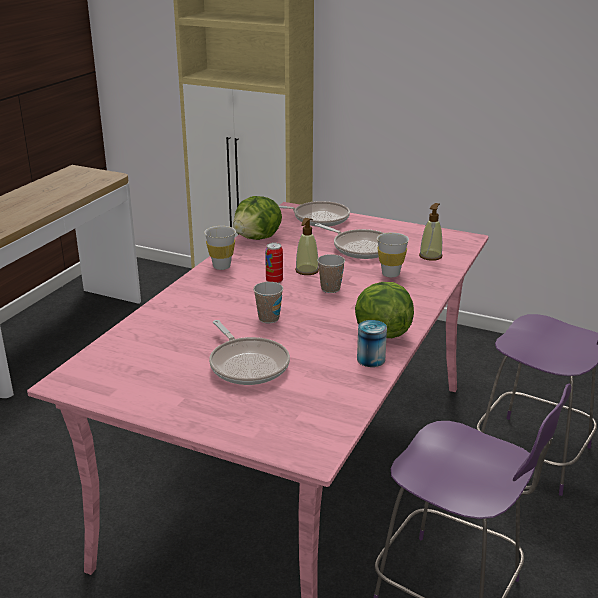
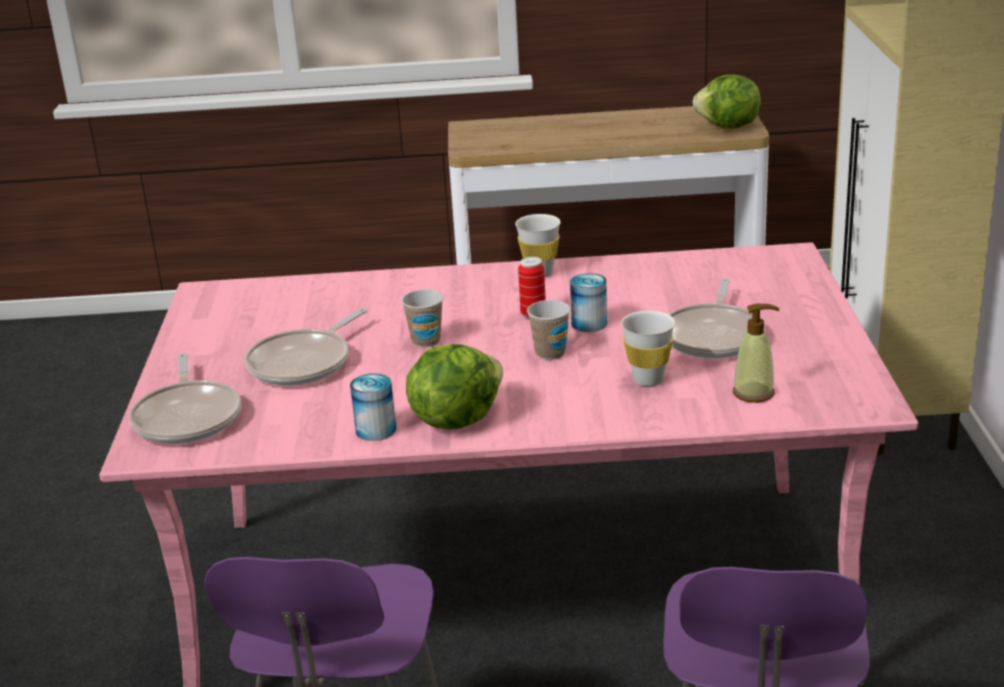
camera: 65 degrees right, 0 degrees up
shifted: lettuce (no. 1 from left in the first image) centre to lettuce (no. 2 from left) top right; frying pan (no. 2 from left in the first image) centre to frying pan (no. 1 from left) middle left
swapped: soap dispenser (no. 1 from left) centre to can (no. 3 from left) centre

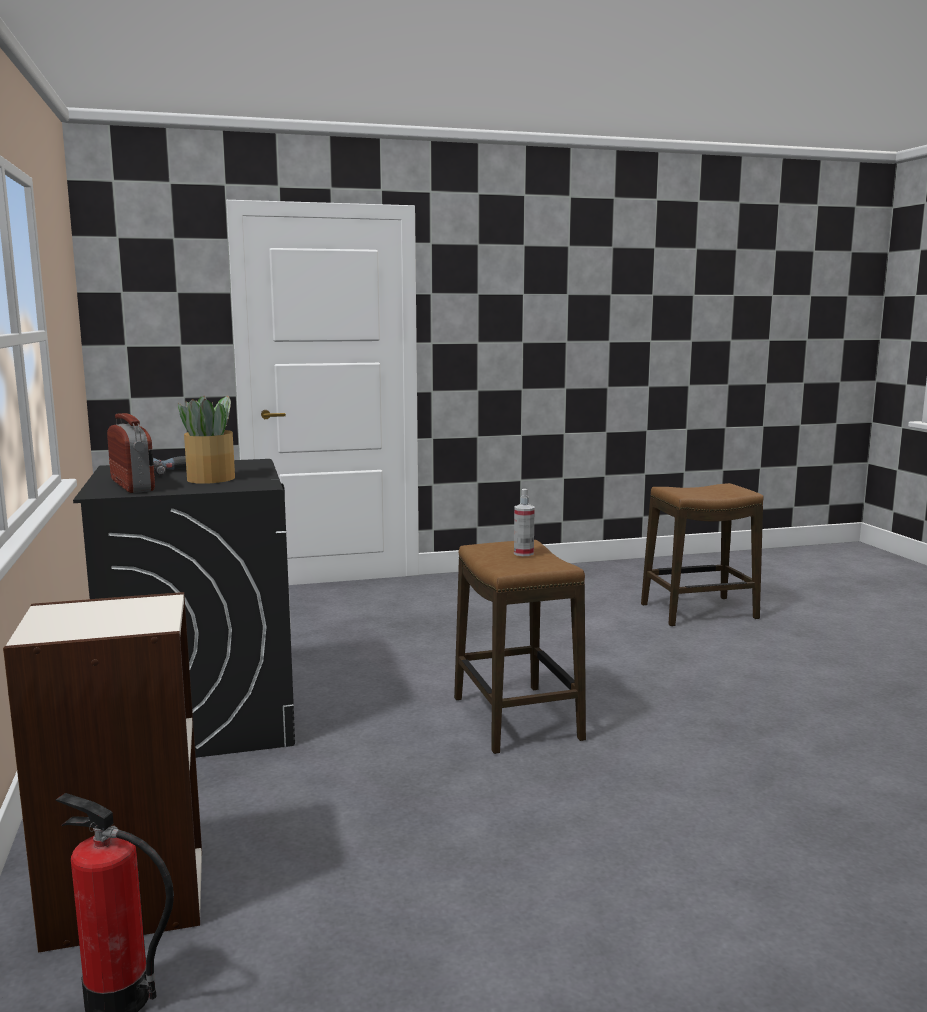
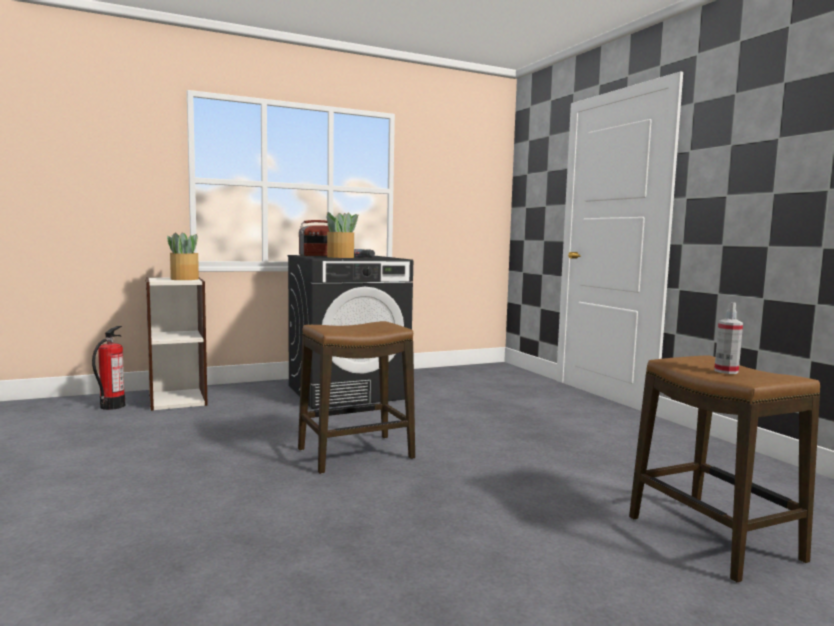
camera: 80 degrees right, 5 degrees down
new: potted plant (no. 1 from left) middle left
shifted: spray bottle centre to middle right

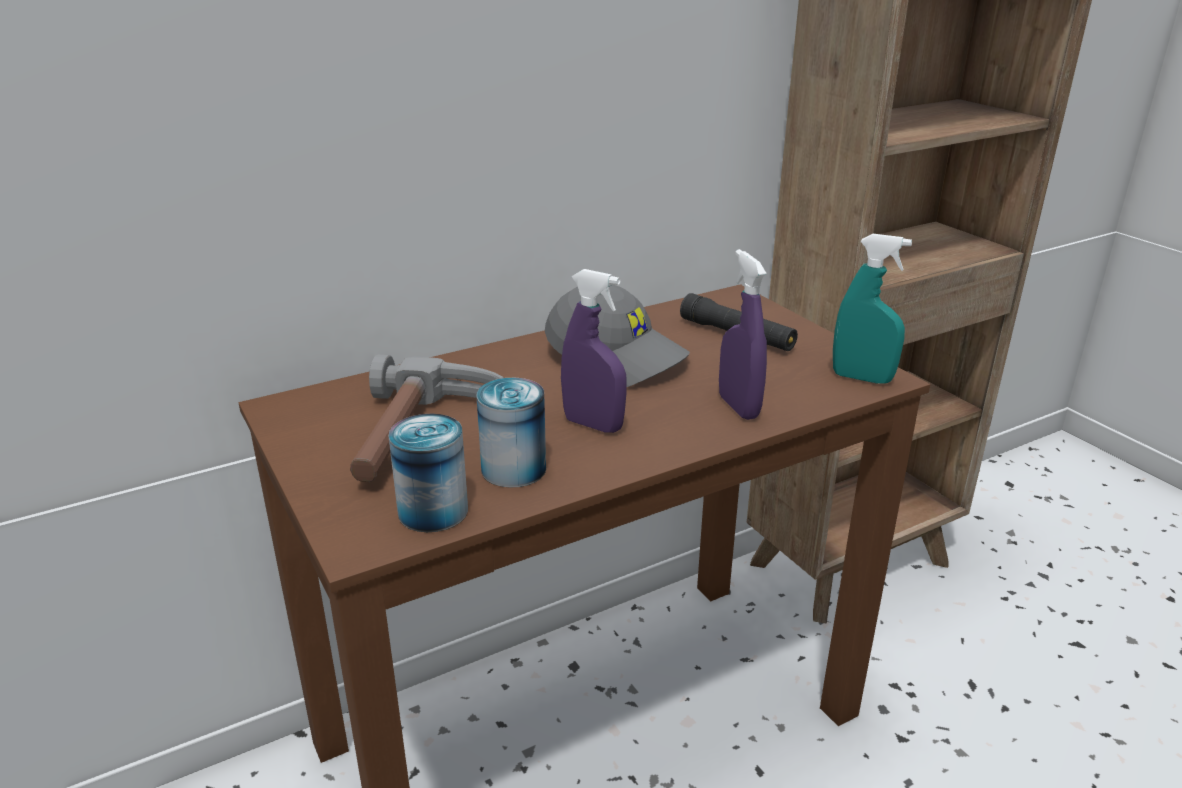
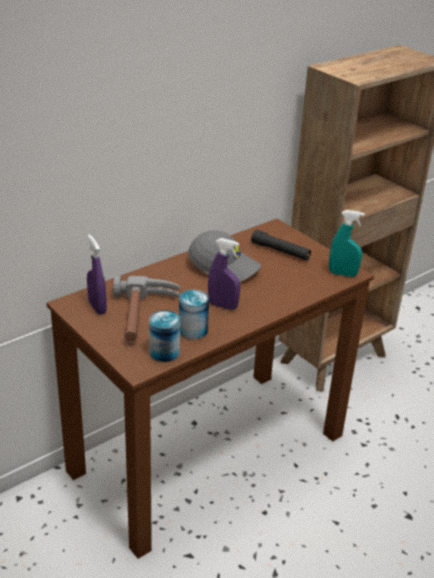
camera: 10 degrees left, 5 degrees up
shifted: purple spray bottle (no. 2 from left in the first image) centre to purple spray bottle (no. 1 from left) middle left

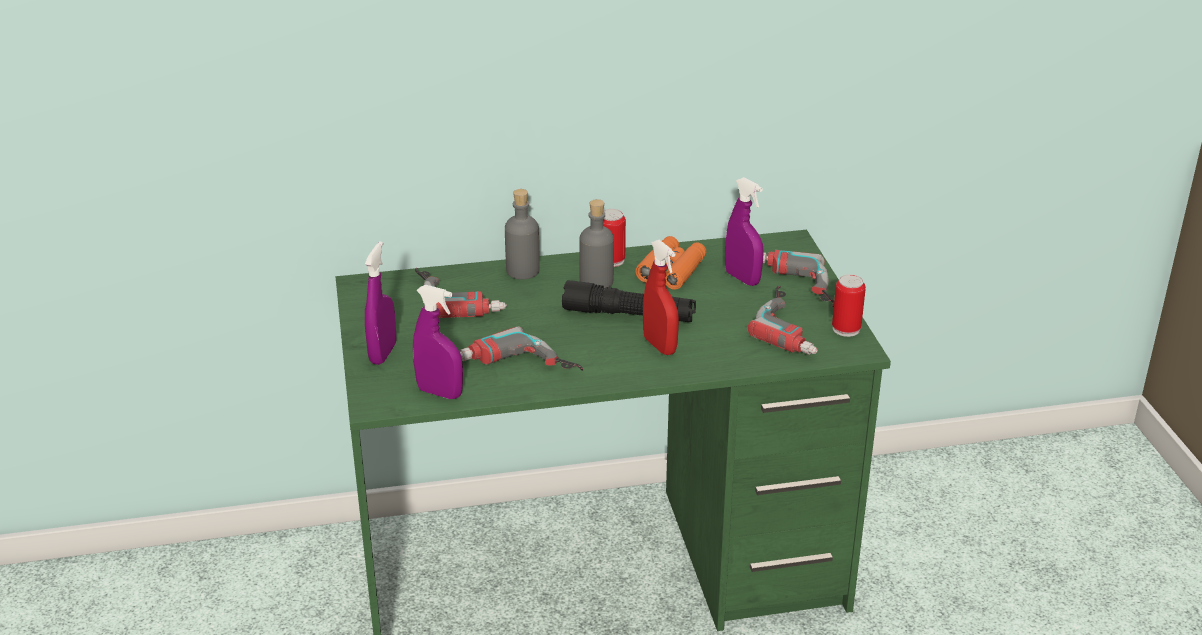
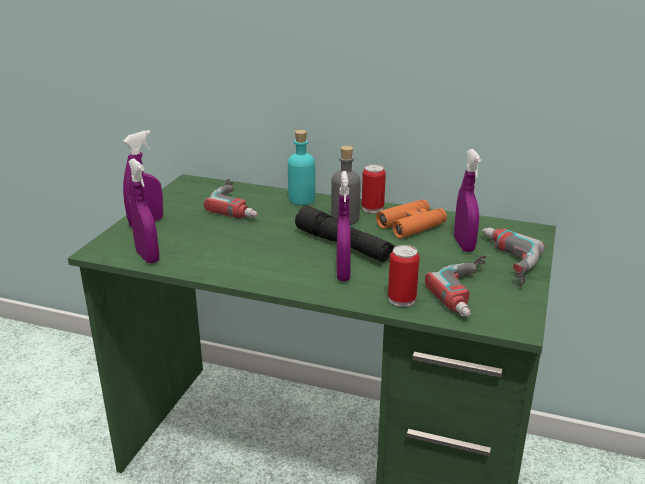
camera: 30 degrees right, 5 degrees down
gone: power drill (no. 2 from left) centre
shifted: can (no. 2 from left) middle right to centre
repainted: grey bottle (no. 1 from left) centre to turquoise bottle centre; red spray bottle centre to purple spray bottle (no. 3 from left) centre

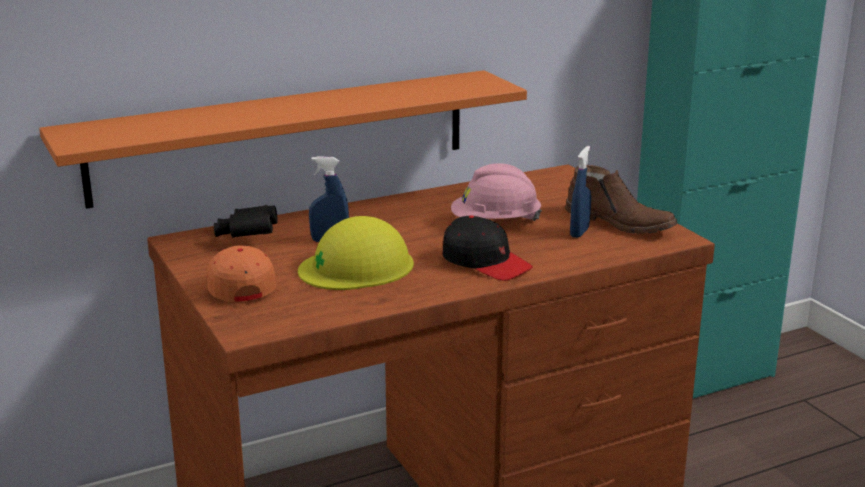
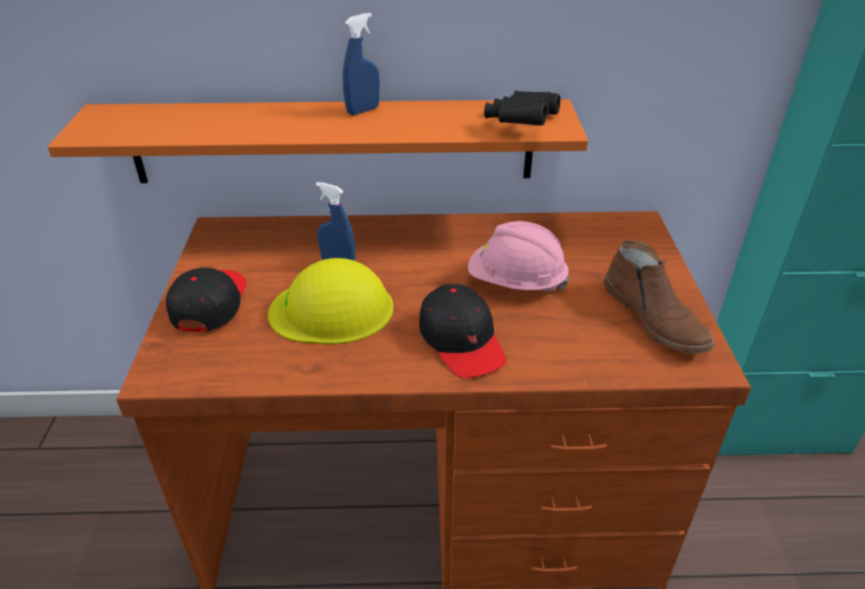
camera: 25 degrees right, 15 degrees up
shifted: black binoculars middle left to top centre; blue spray bottle (no. 2 from left) middle right to top centre
repainted: orange cap middle left to black cap (no. 1 from left) middle left

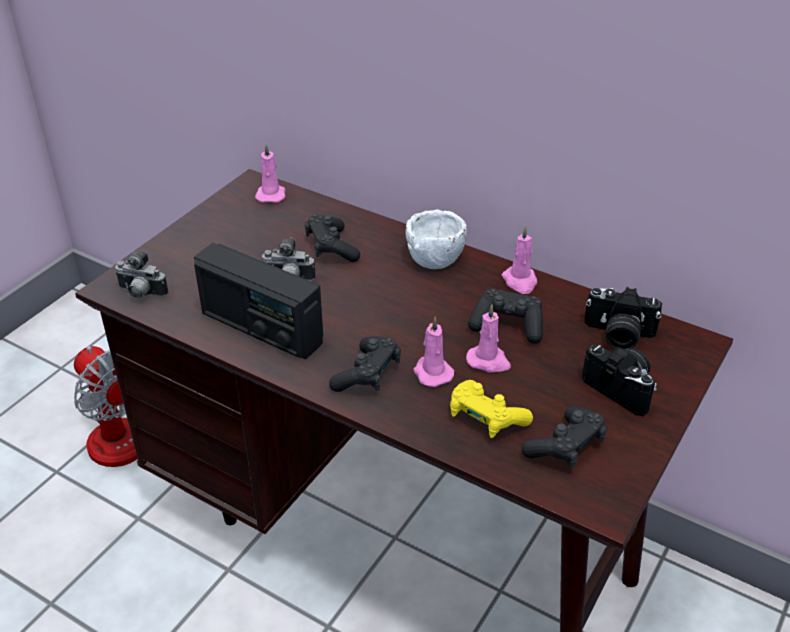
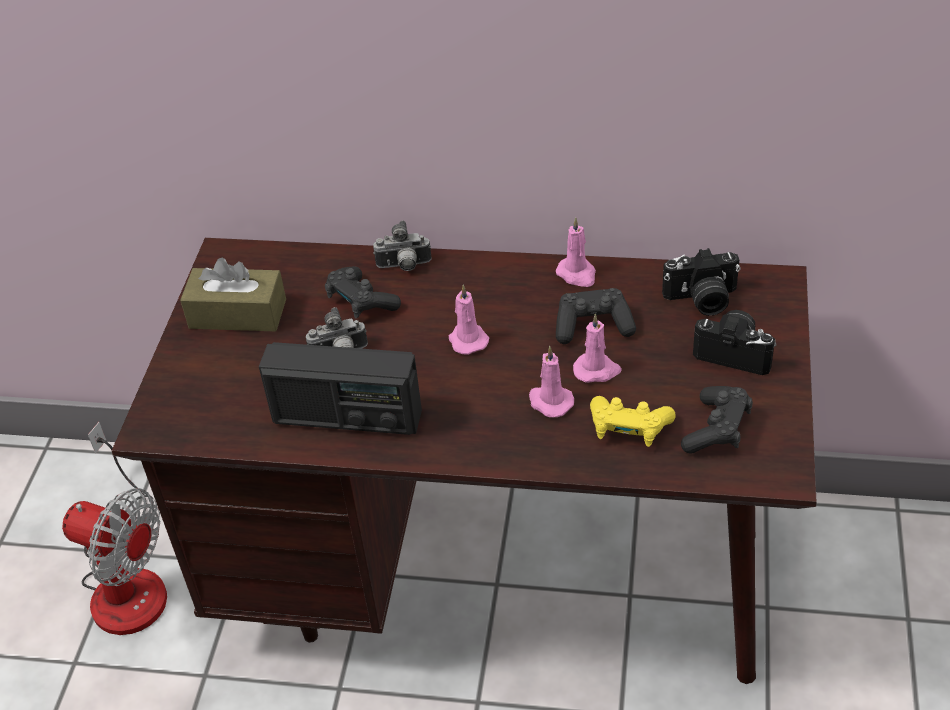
camera: 20 degrees left, 5 degrees up
gone: black game controller (no. 2 from left) centre; white bowl centre
new: brown tissue box middle left
shifted: photo camera (no. 1 from left in the first image) middle left to photo camera (no. 2 from left) centre; pink candle (no. 1 from left) top centre to centre

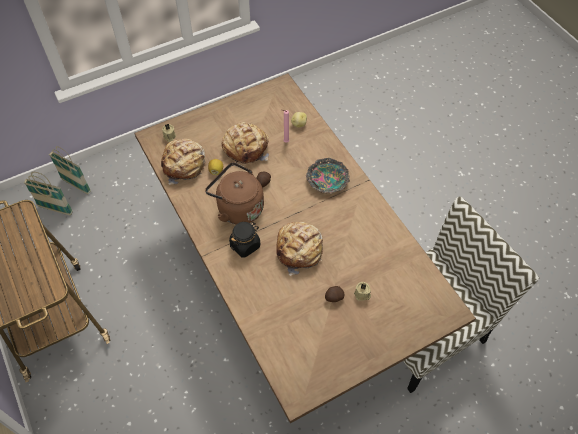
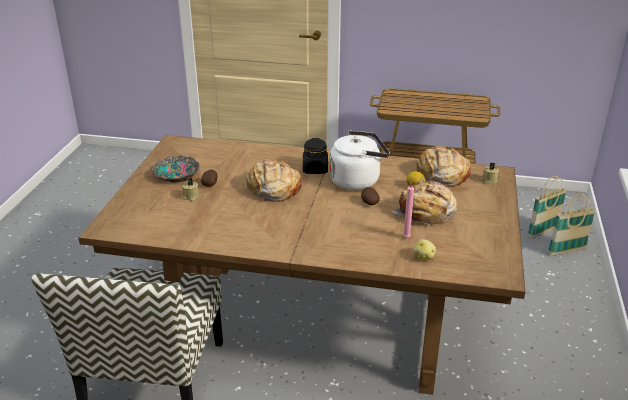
camera: 130 degrees right, 25 degrees down
shifted: bowl centre to middle left
repainted: brown kettle centre to white kettle centre

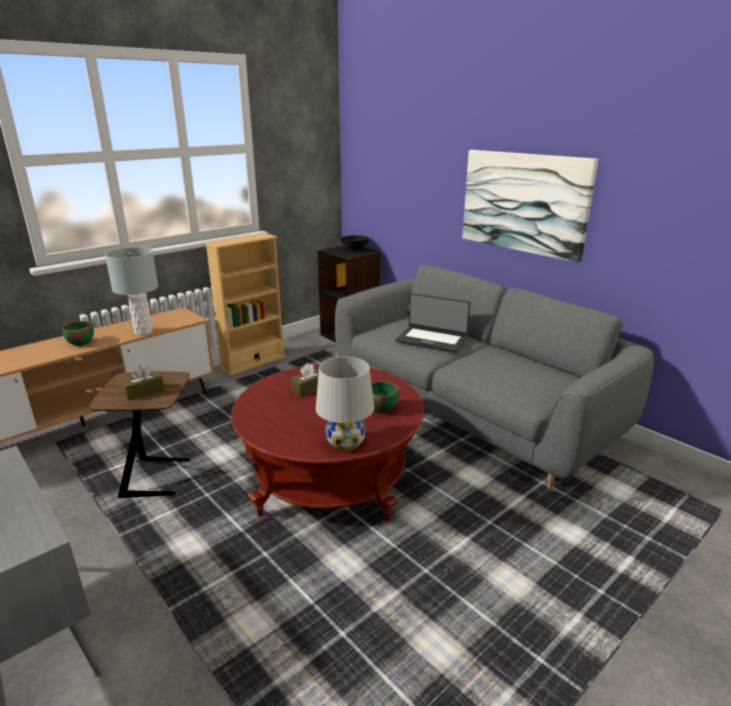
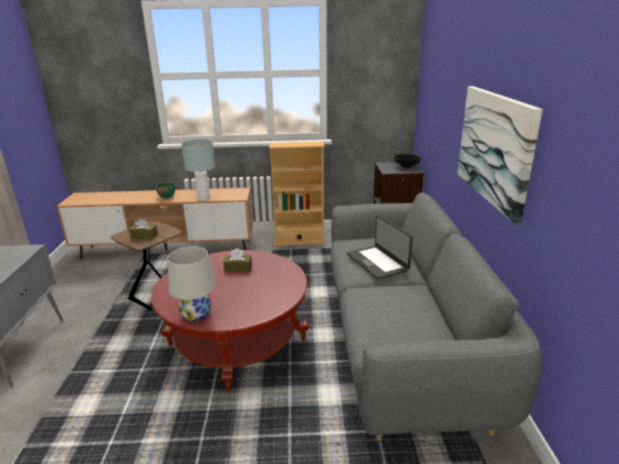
camera: 40 degrees right, 0 degrees up
gone: green bowl (no. 2 from left) centre

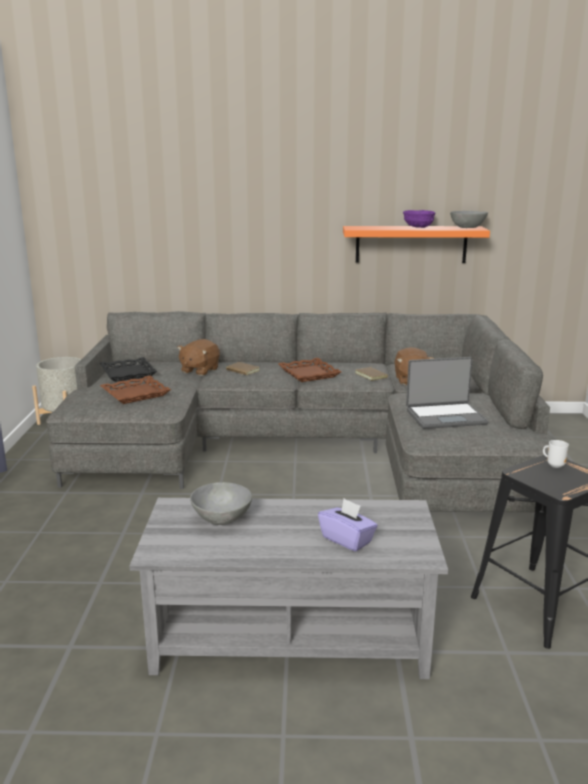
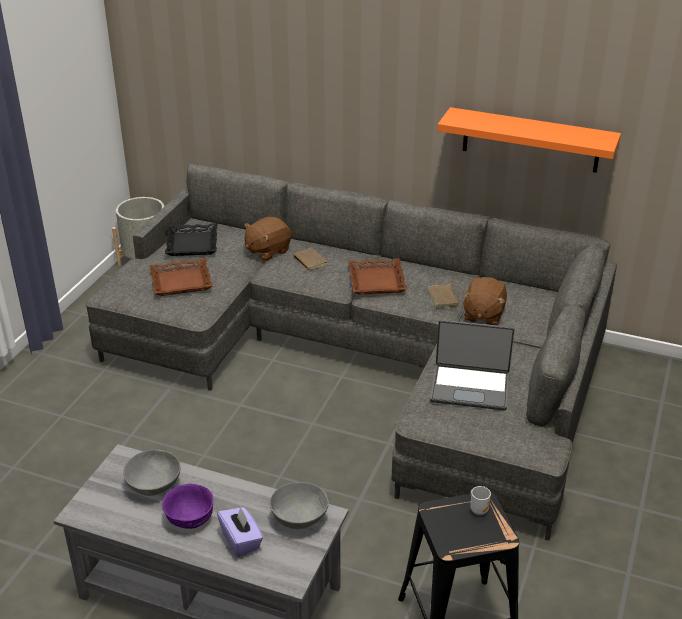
camera: 20 degrees right, 15 degrees up
shifted: purple bowl top right to bottom left; grey bowl (no. 2 from left) top right to bottom centre

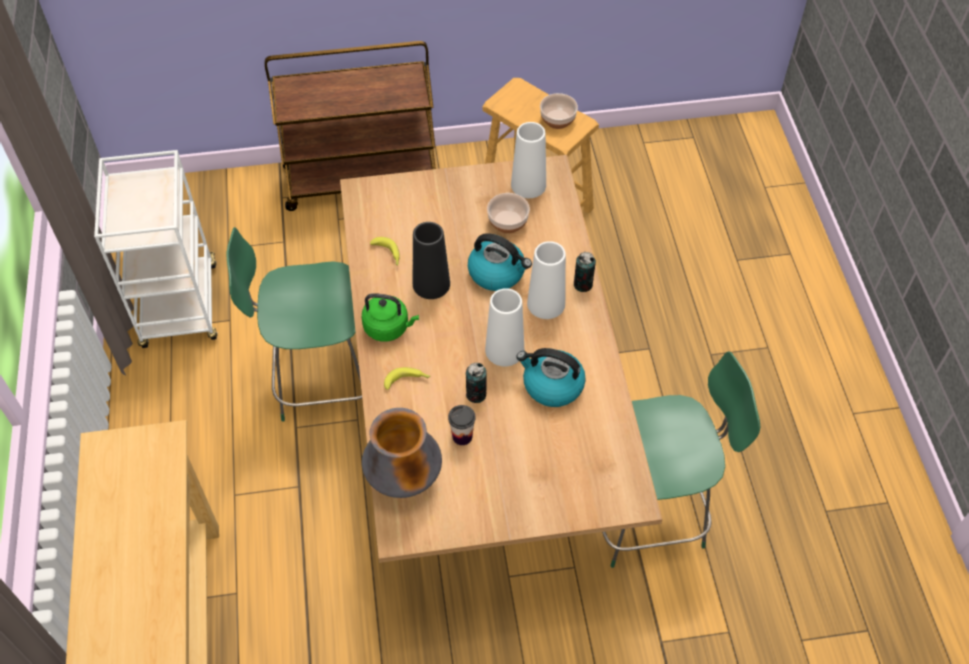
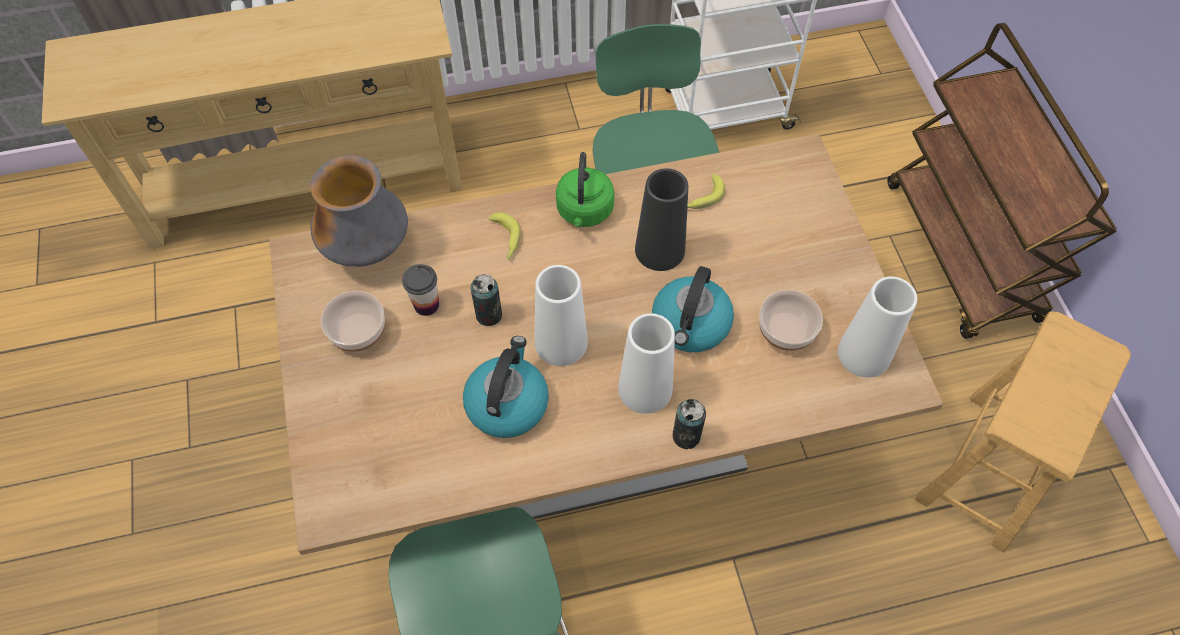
camera: 85 degrees right, 5 degrees up
shifted: bowl (no. 2 from left in the first image) top centre to bowl (no. 1 from left) middle left

